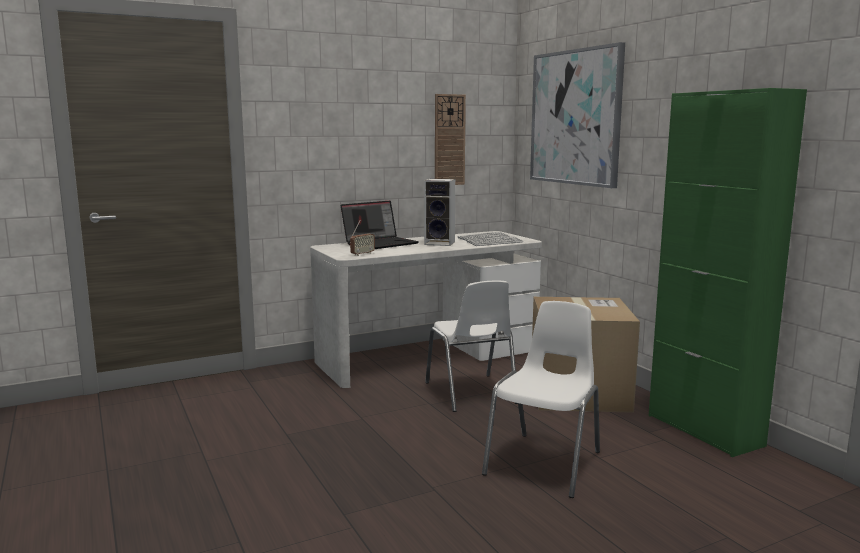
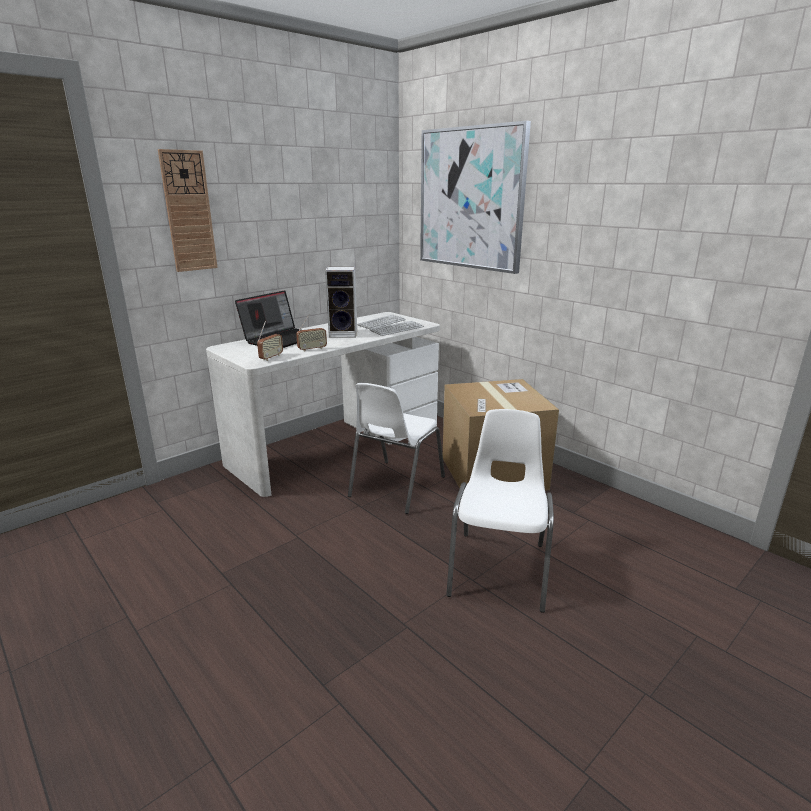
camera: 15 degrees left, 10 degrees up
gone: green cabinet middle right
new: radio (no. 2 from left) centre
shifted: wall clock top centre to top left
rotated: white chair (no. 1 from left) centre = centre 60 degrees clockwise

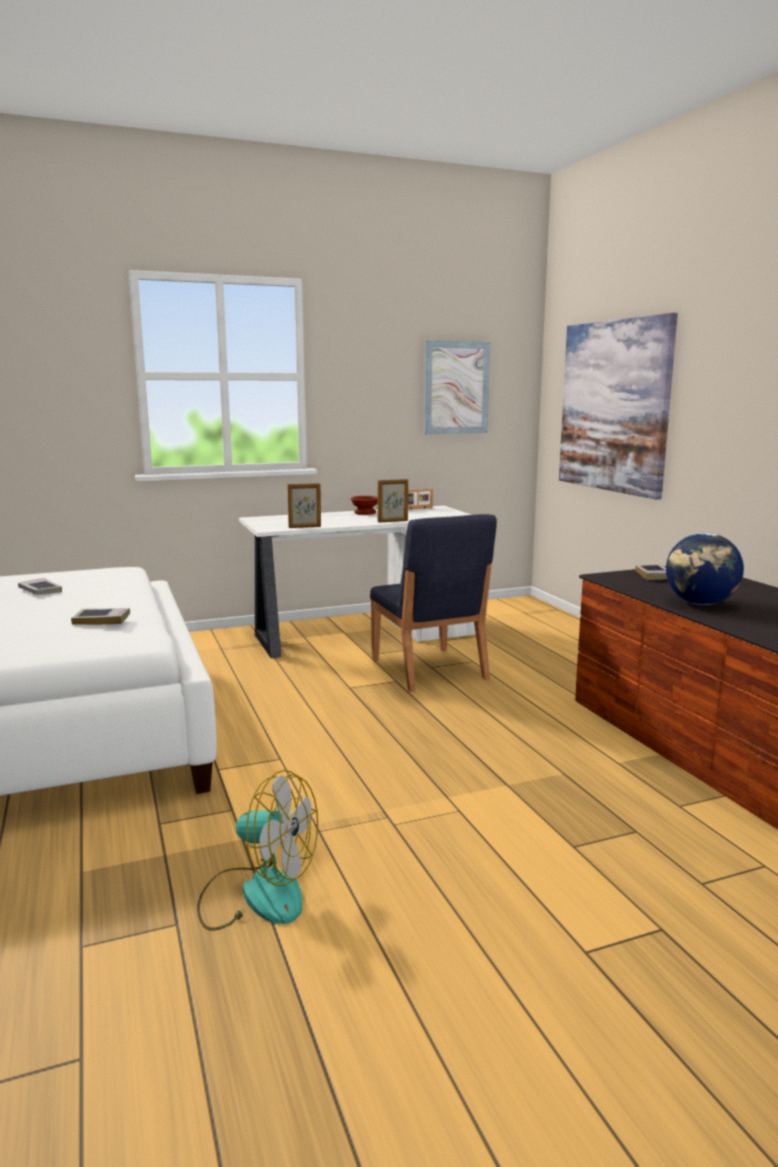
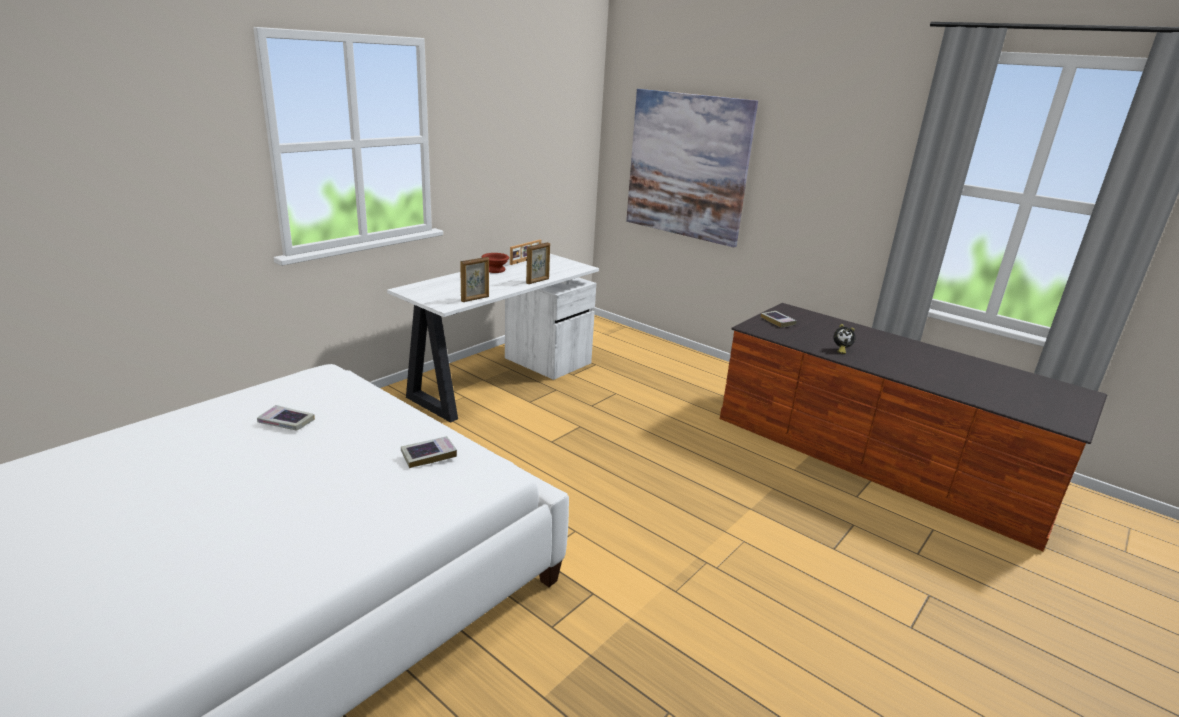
camera: 30 degrees left, 10 degrees up
gone: fan bottom left; blue chair centre; picture (no. 1 from left) top centre
swapped: globe middle right to alarm clock middle right

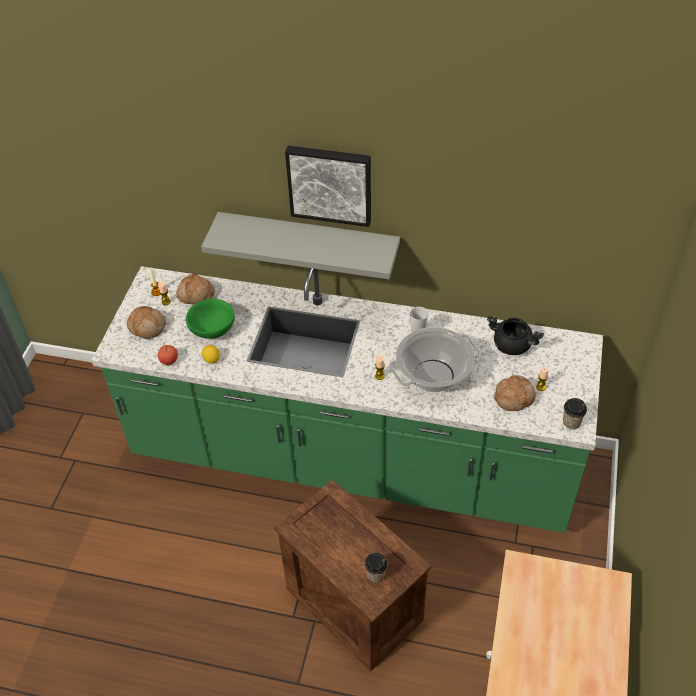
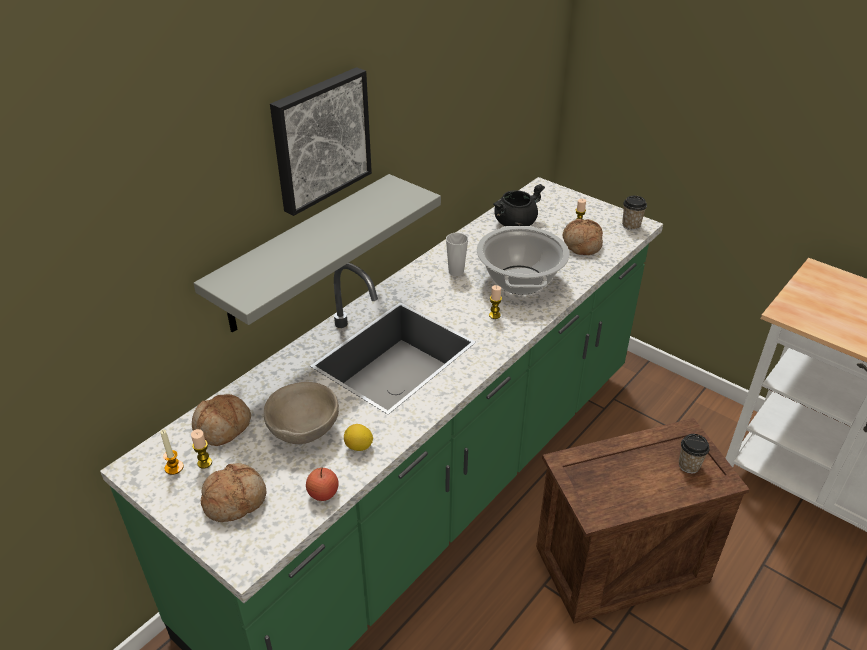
camera: 65 degrees left, 10 degrees down
repainted: green bowl middle left to beige bowl centre

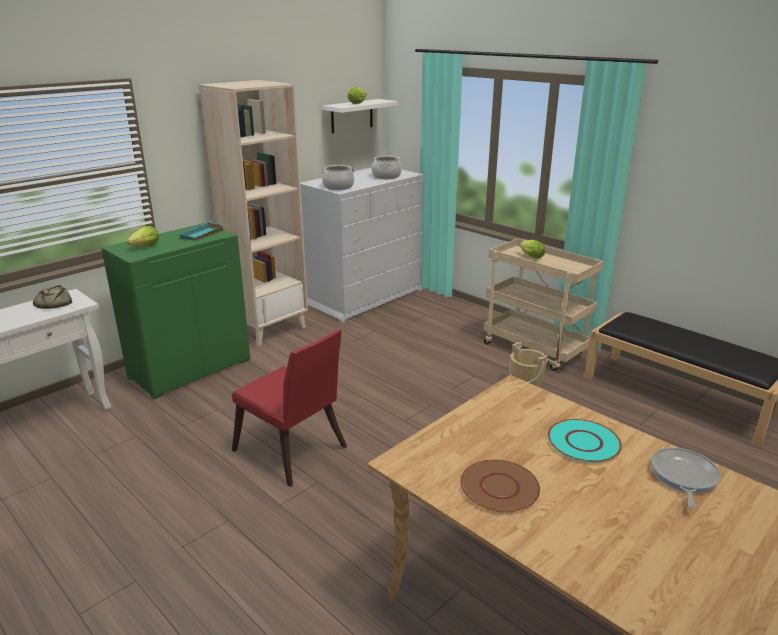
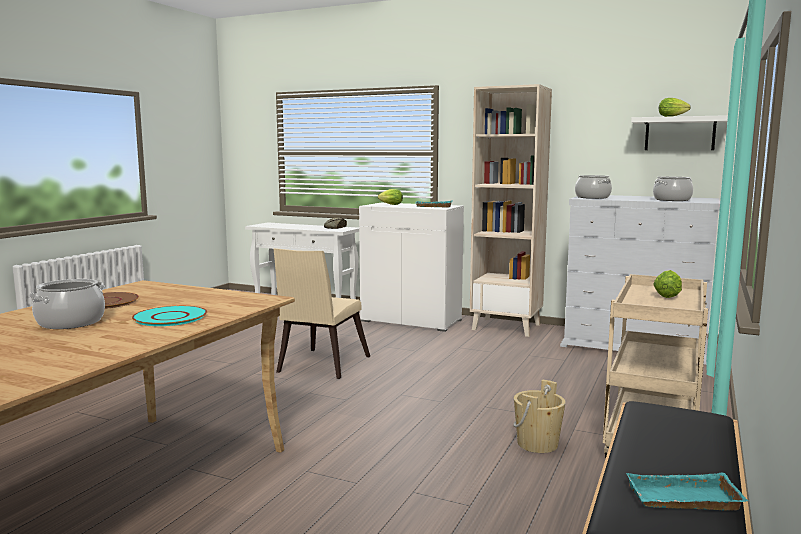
camera: 70 degrees right, 15 degrees down
gone: frying pan bottom right
new: cooking pot (no. 1 from left) middle left; turquoise tray (no. 2 from left) bottom right
repainted: green cabinet middle left to white cabinet centre; red chair centre to beige chair centre

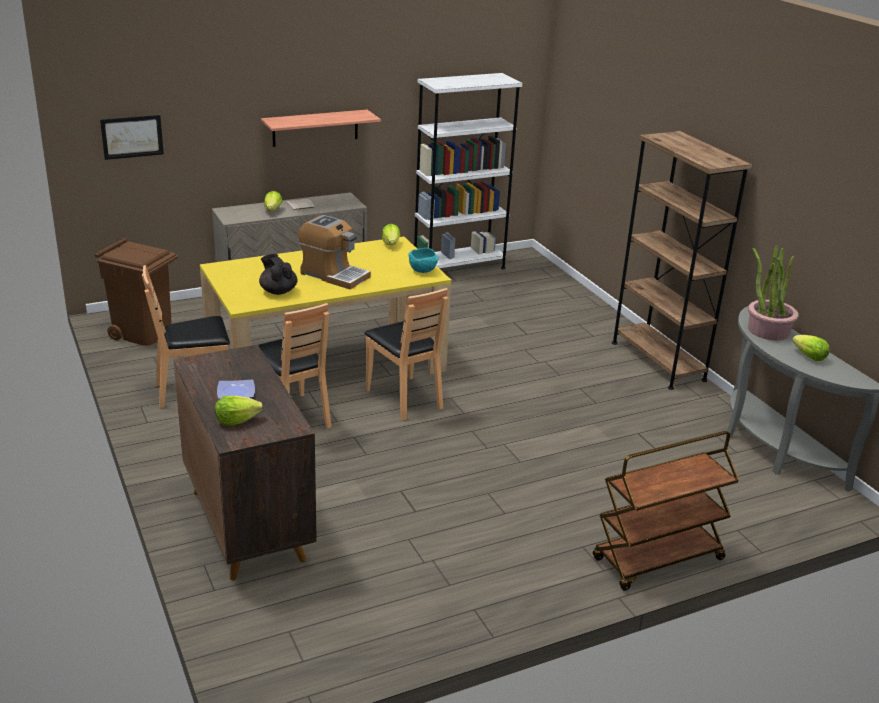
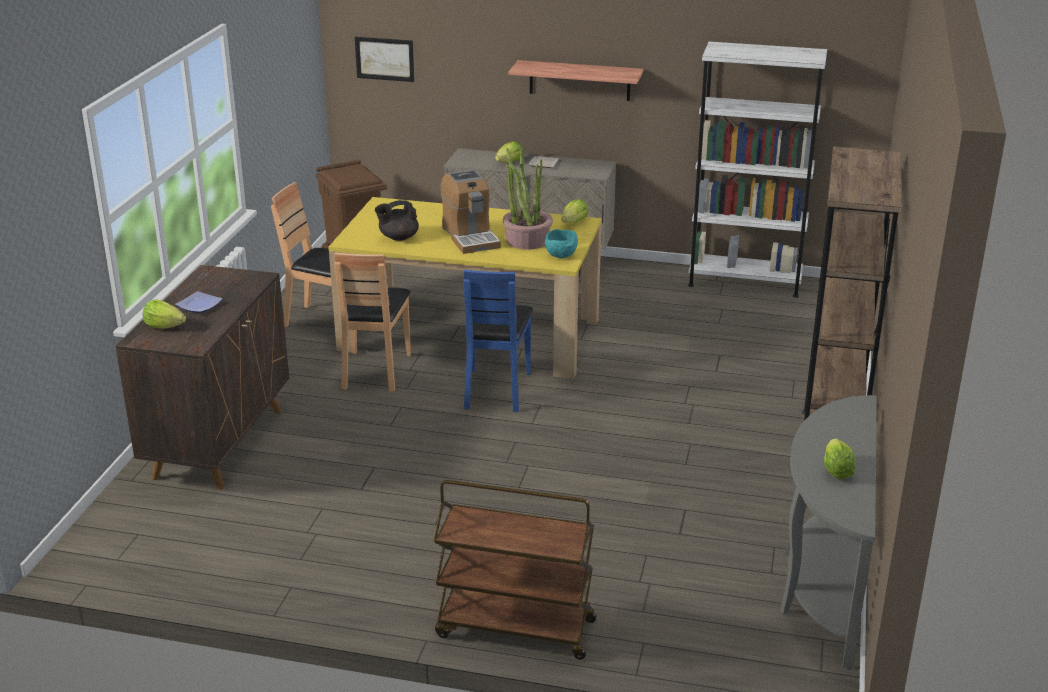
camera: 40 degrees right, 0 degrees up
shifted: potted plant middle right to top centre
repainted: brown chair (no. 3 from left) centre to blue chair centre
rotated: black teapot middle left = top centre 120 degrees counterclockwise

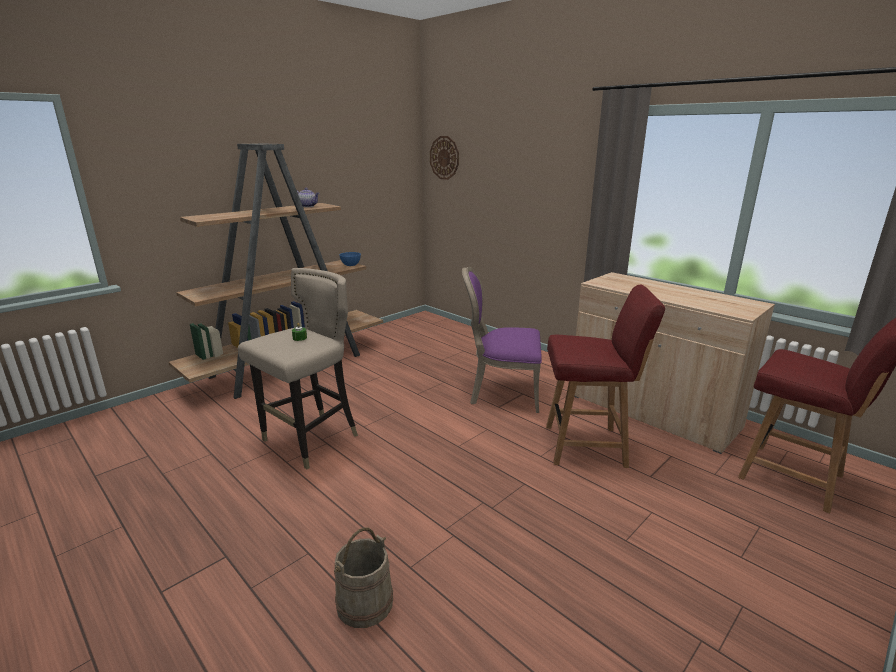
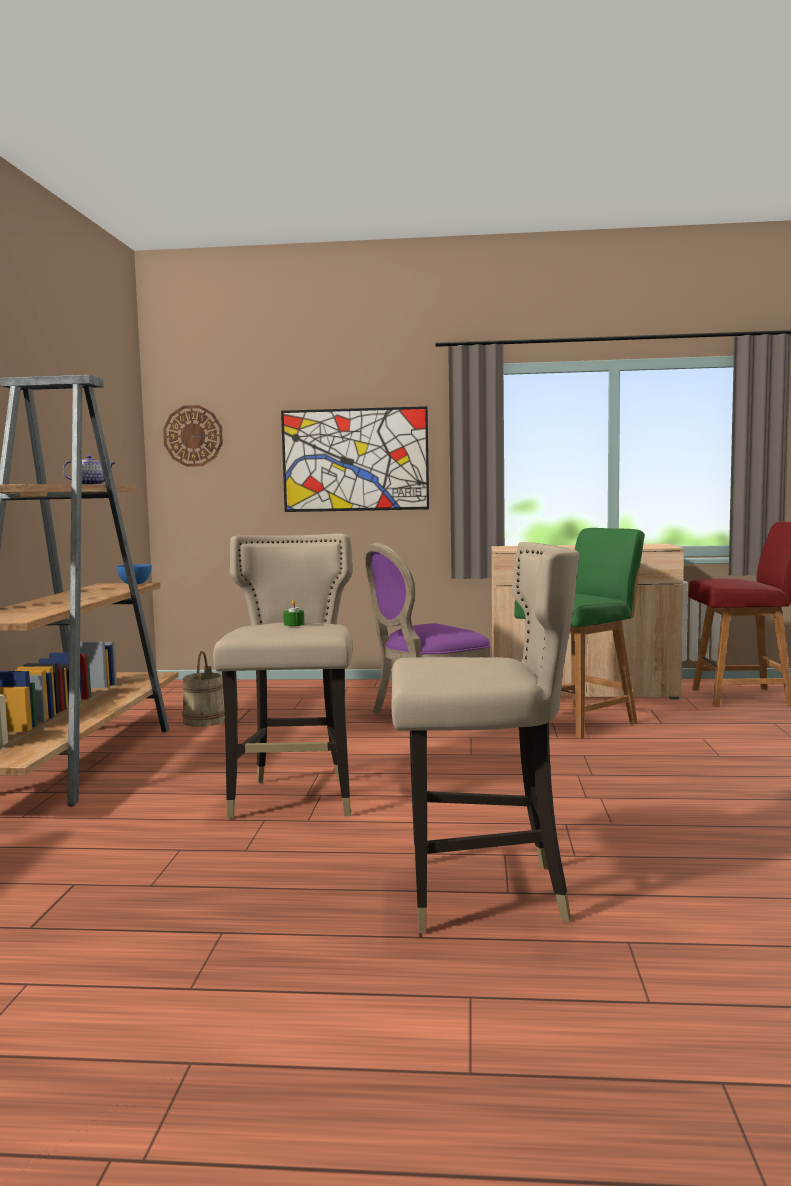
camera: 40 degrees left, 15 degrees down
new: picture centre; beige stool (no. 2 from left) centre
shifted: beige bucket bottom centre to middle left
repainted: red chair (no. 1 from left) middle right to green chair middle right

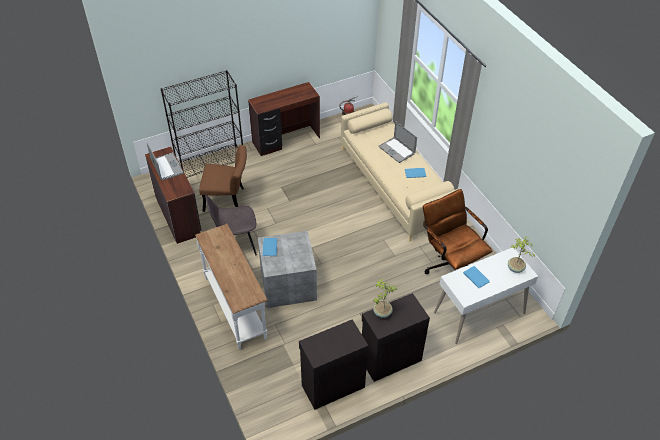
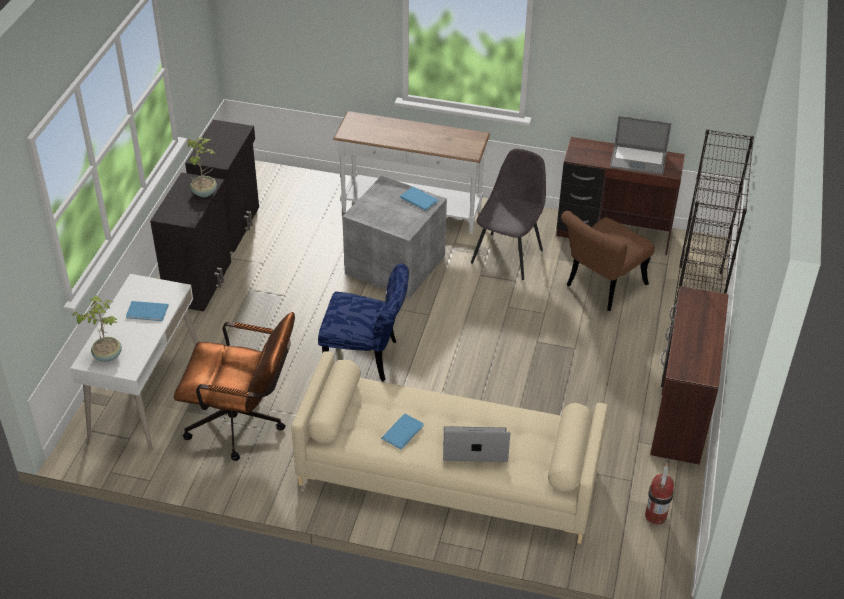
camera: 130 degrees right, 5 degrees down
new: blue chair centre

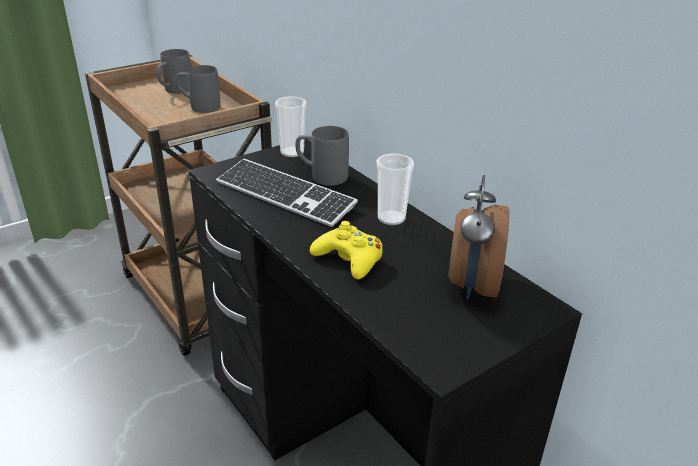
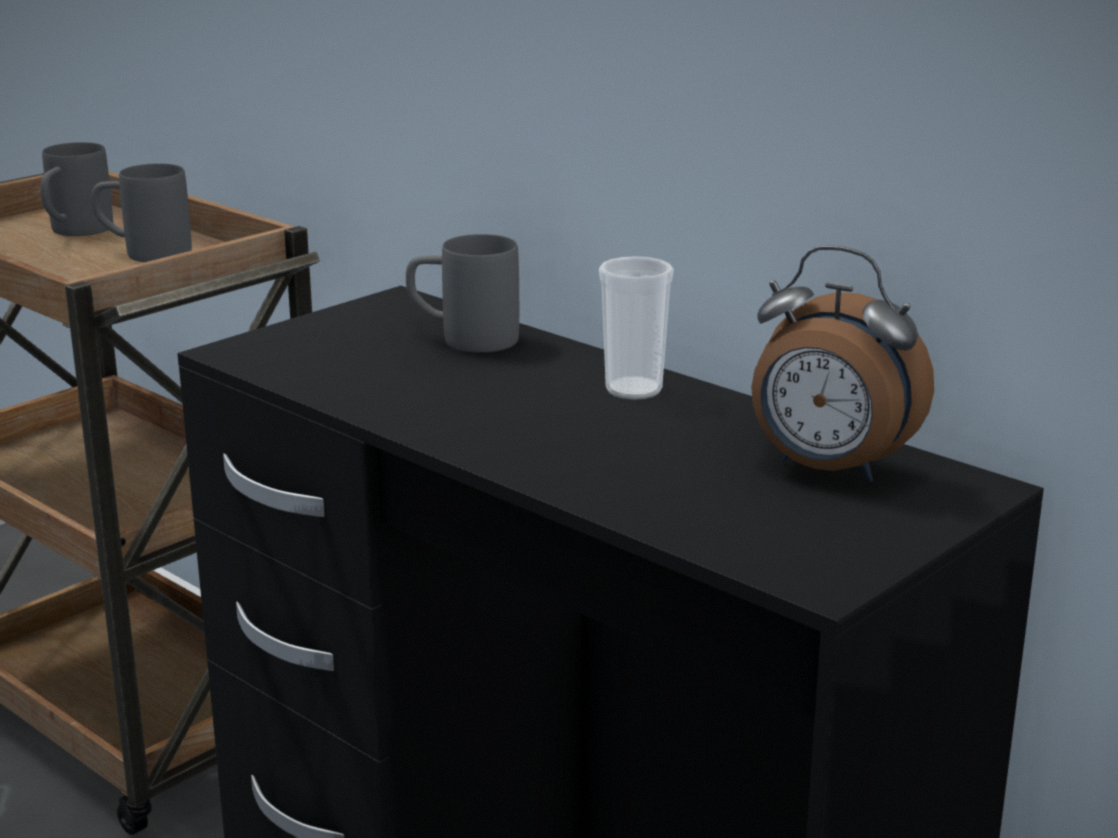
camera: 10 degrees left, 10 degrees down
gone: keyboard centre; cup (no. 1 from left) top centre; yellow game controller centre
rotated: alarm clock middle right = middle right 60 degrees counterclockwise

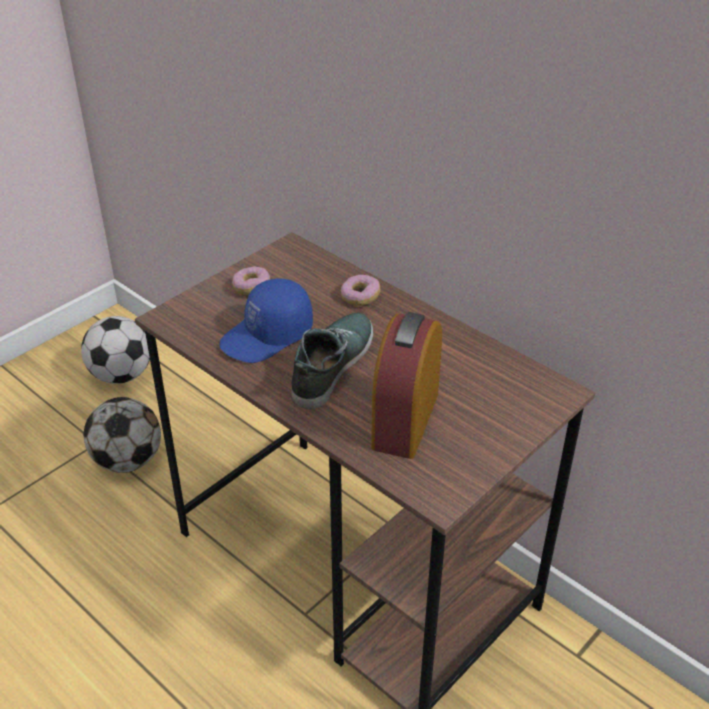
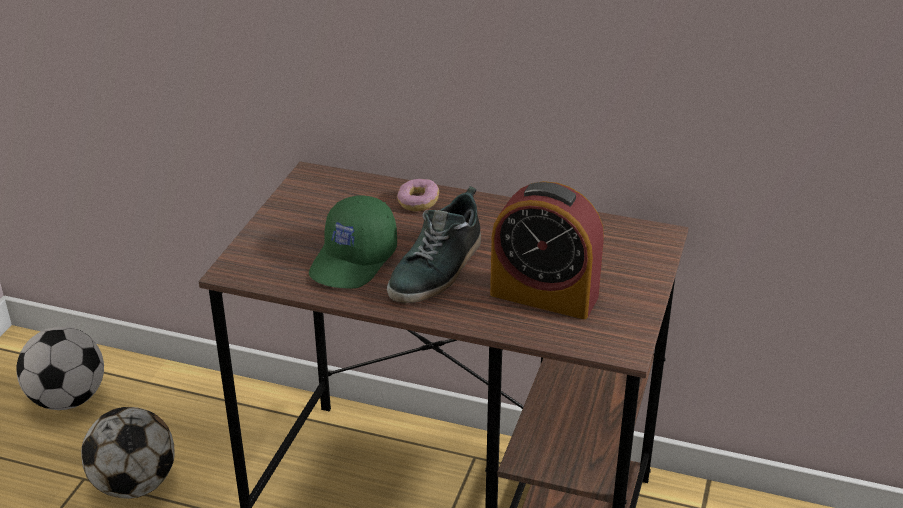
camera: 25 degrees left, 5 degrees down
gone: donut (no. 1 from left) centre
repainted: blue cap centre to green cap centre
rotated: shoe centre = centre 150 degrees counterclockwise; alarm clock centre = centre 60 degrees counterclockwise

